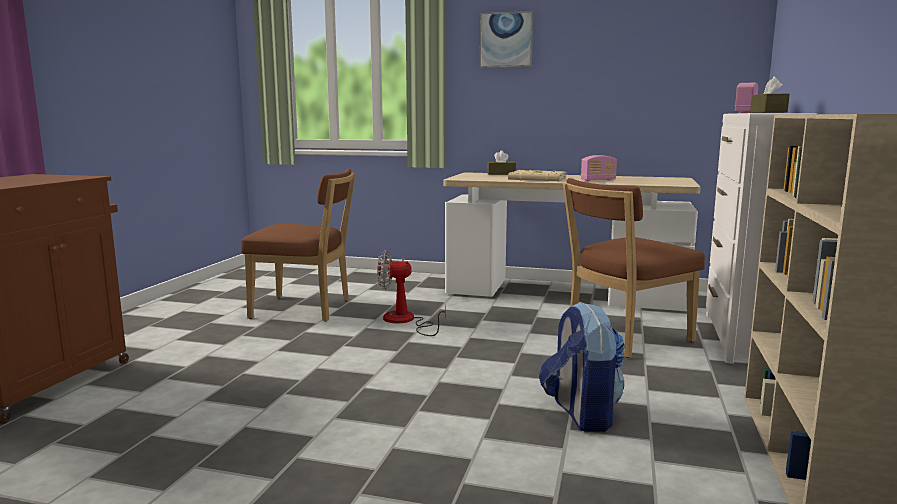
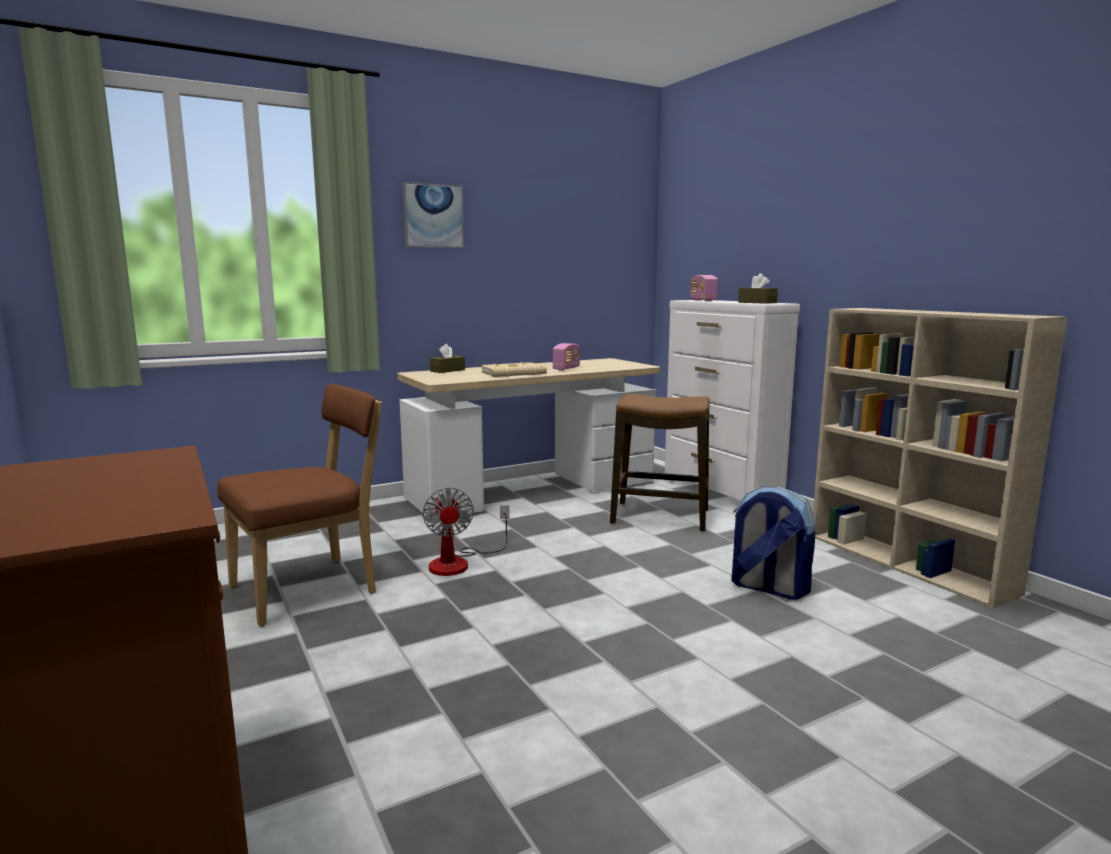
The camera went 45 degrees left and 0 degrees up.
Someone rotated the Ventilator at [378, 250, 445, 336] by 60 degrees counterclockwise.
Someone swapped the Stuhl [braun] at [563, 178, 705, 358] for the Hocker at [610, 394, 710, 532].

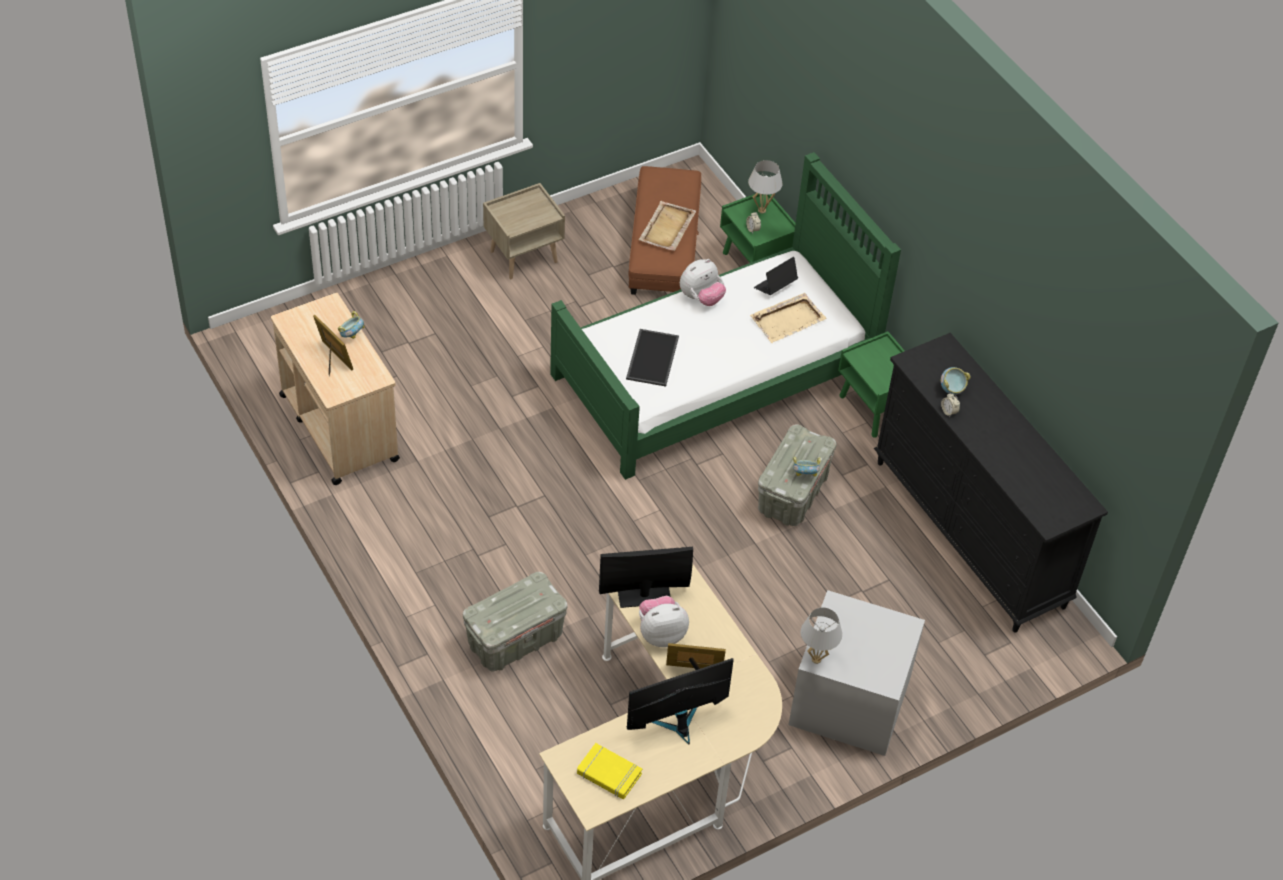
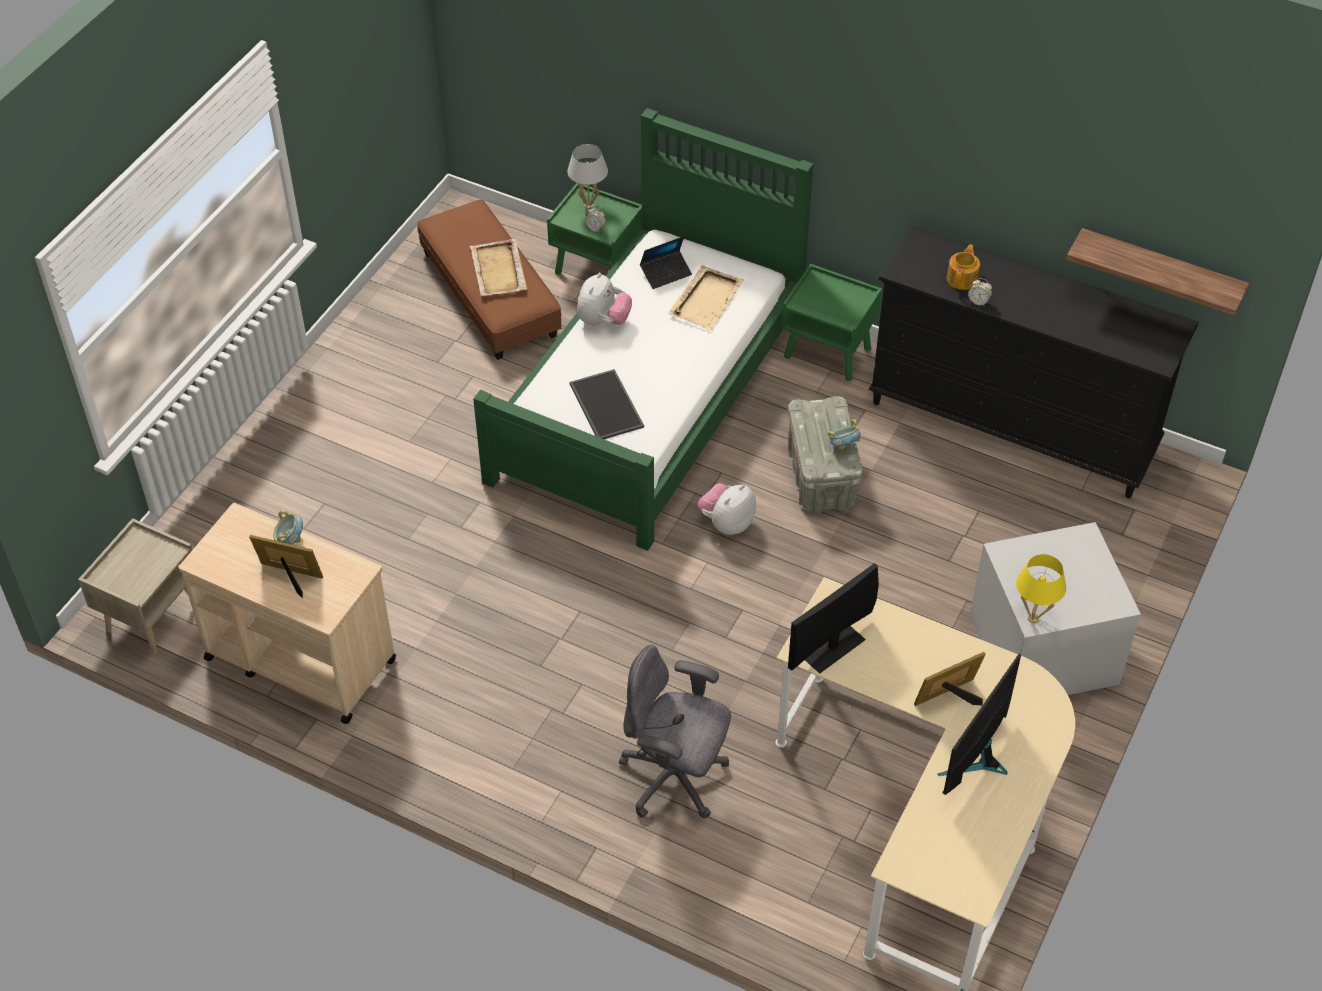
The camera went 30 degrees left and 0 degrees up.
Someone carried the Nachttisch [beige] from [483, 183, 565, 279] to [78, 518, 193, 654].
Someone swapped the Aufbewahrungsbox [grau] at [463, 572, 568, 672] for the Bürostuhl [grau] at [619, 645, 731, 818].
Someone rotated the Laptop at [754, 257, 798, 295] by 135 degrees counterclockwise.
Someone carried the Plüschtier from [639, 596, 689, 647] to [698, 483, 756, 535].
Someone swapped the Schüssel at [940, 367, 971, 395] for the Teekanne at [947, 244, 980, 290].
Someone repainted the Tischlampe [weiß] at [801, 608, 842, 664], which became the Tischlampe [gelb] at [1016, 554, 1066, 623].
Someone put up the Wandregal at [1066, 228, 1249, 316].
Someone took away the Buch [gelb] at [577, 743, 642, 799].

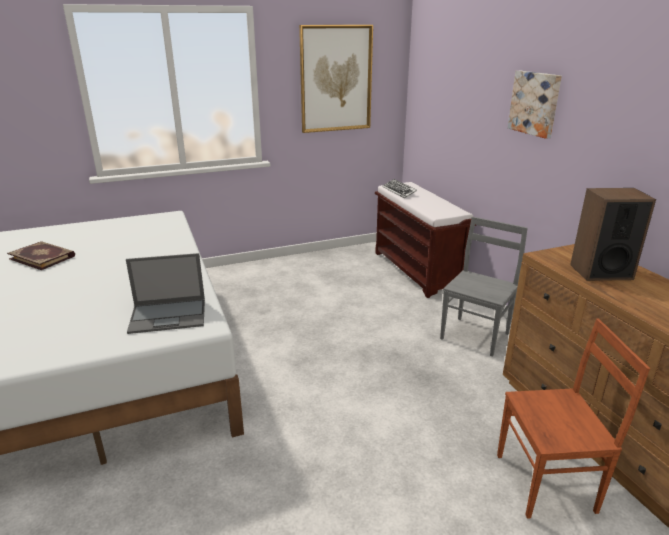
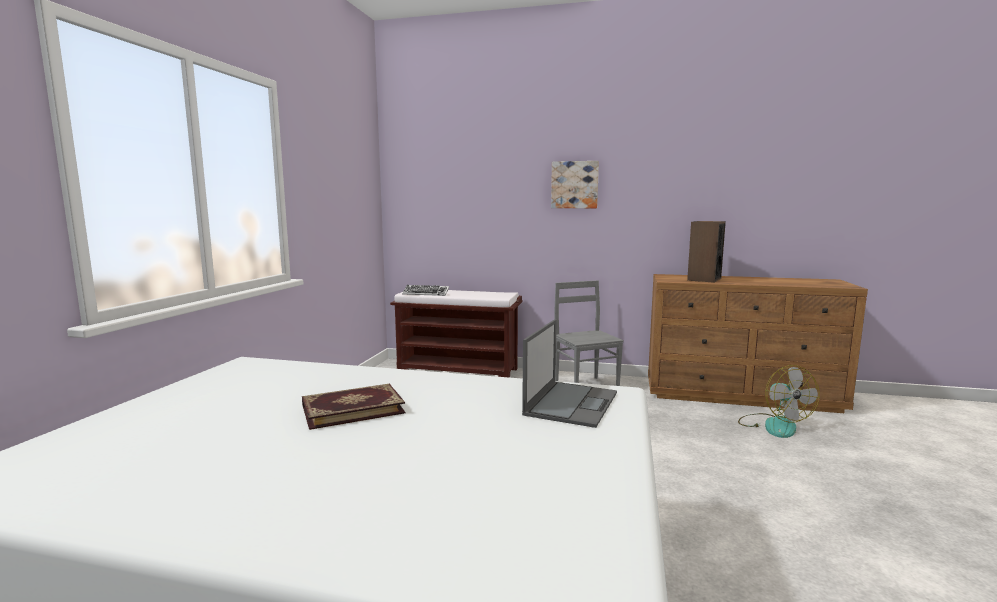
The camera went 55 degrees left and 15 degrees down.
Someone carried the Buch from [7, 241, 75, 270] to [302, 384, 405, 430].
Someone swapped the Stuhl [braun] at [497, 319, 650, 519] for the Ventilator at [738, 365, 819, 438].
Someone took away the Bild at [299, 25, 373, 133].

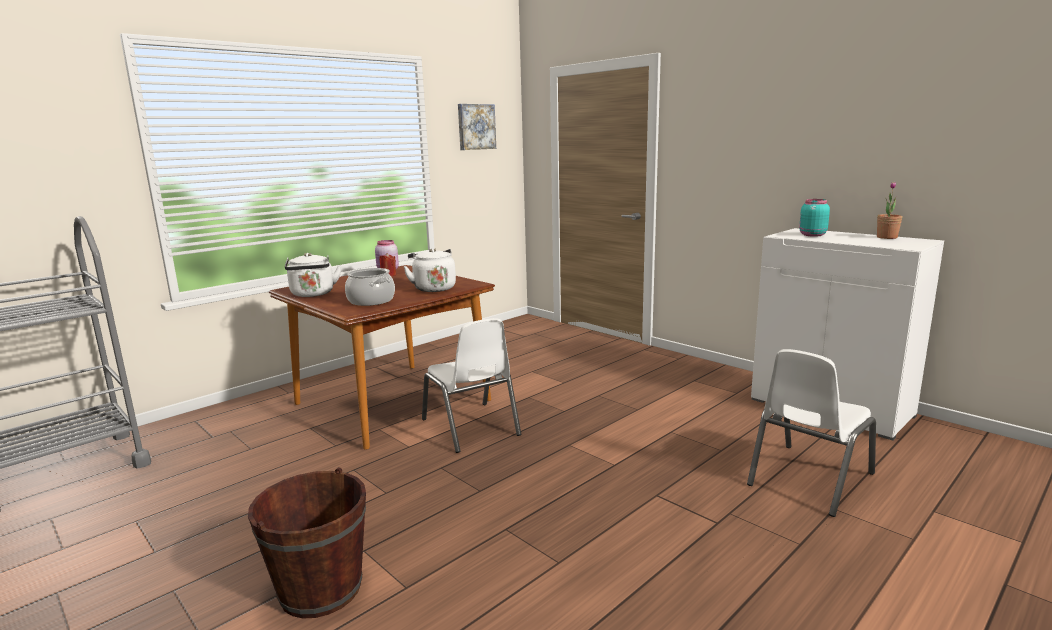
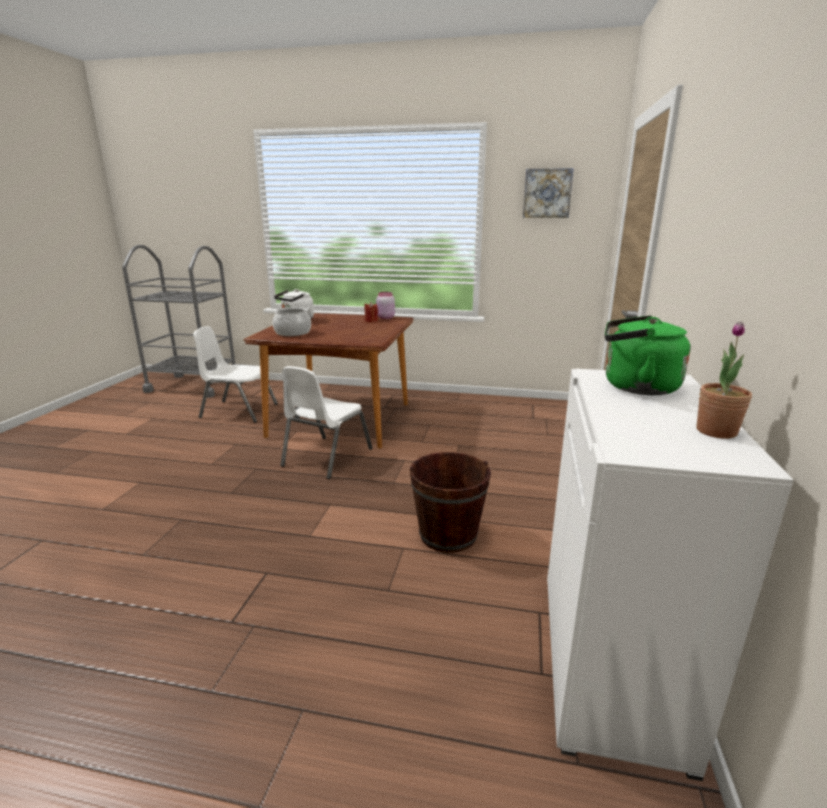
The camera went 55 degrees right and 5 degrees up.
Someone carried the Stuhl [weiß] from [747, 349, 876, 517] to [193, 326, 278, 423].
Someone carried the Eimer [braun] from [248, 467, 366, 618] to [410, 452, 491, 553].
Someone swapped the Vorratsglas [türkis] at [799, 199, 830, 237] for the Wasserkessel [grün] at [605, 316, 691, 395].
Someone took away the Wasserkessel [weiß] at [403, 248, 456, 292].

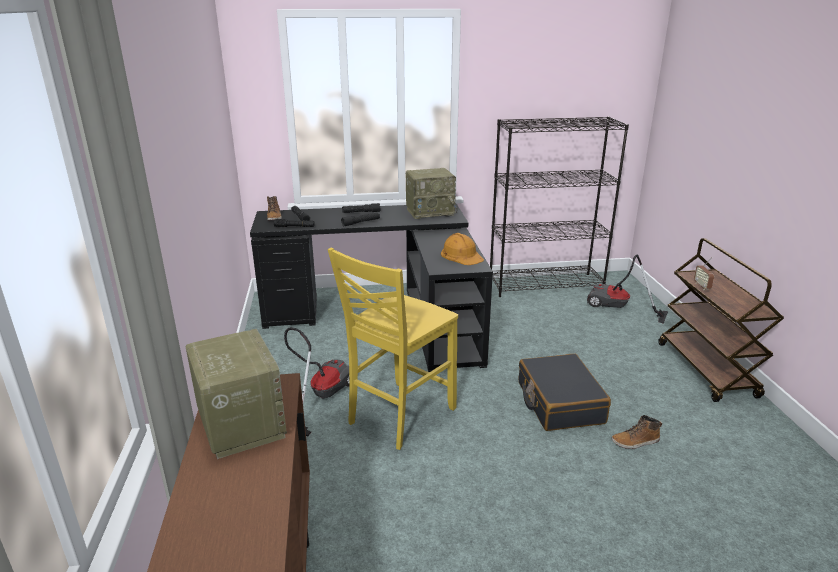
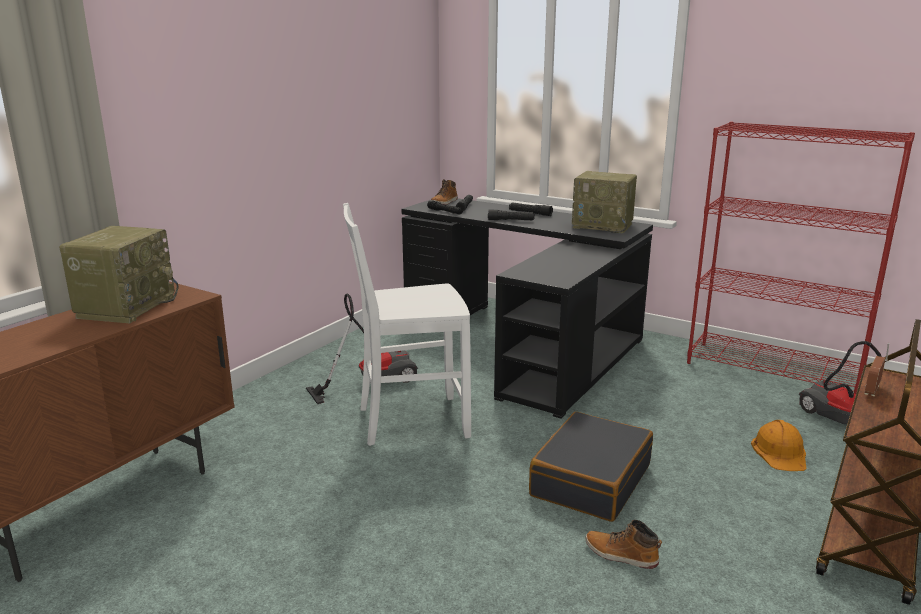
The camera went 40 degrees right and 5 degrees down.
Someone repainted the Stuhl [gelb] at [328, 247, 458, 450], which became the Stuhl [weiß] at [343, 203, 471, 446].
Someone repainted the Bücherregal [schwarz] at [490, 116, 629, 297], which became the Bücherregal [rot] at [687, 122, 915, 394].
Someone carried the Schutzhelm [orange] from [441, 233, 484, 265] to [751, 420, 807, 471].

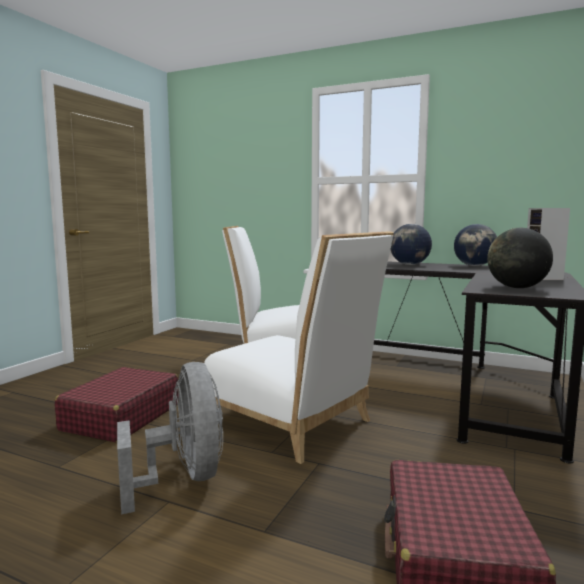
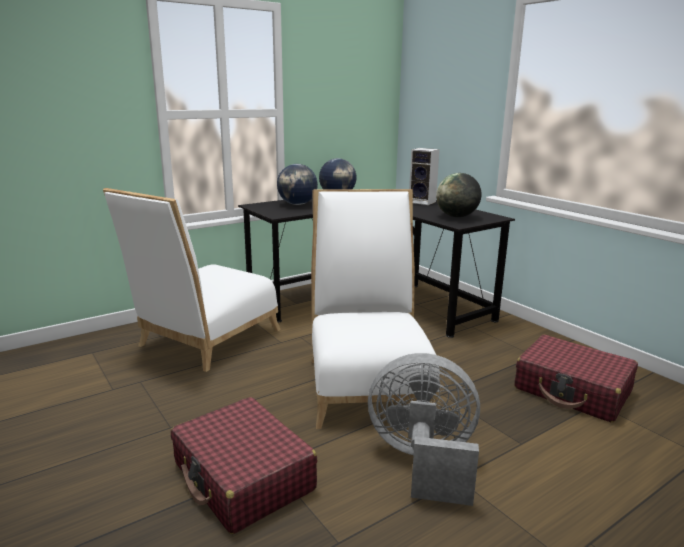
The camera went 60 degrees left and 10 degrees up.
Someone rotated the Stuhl [weiß] at [204, 231, 394, 464] by 75 degrees counterclockwise.

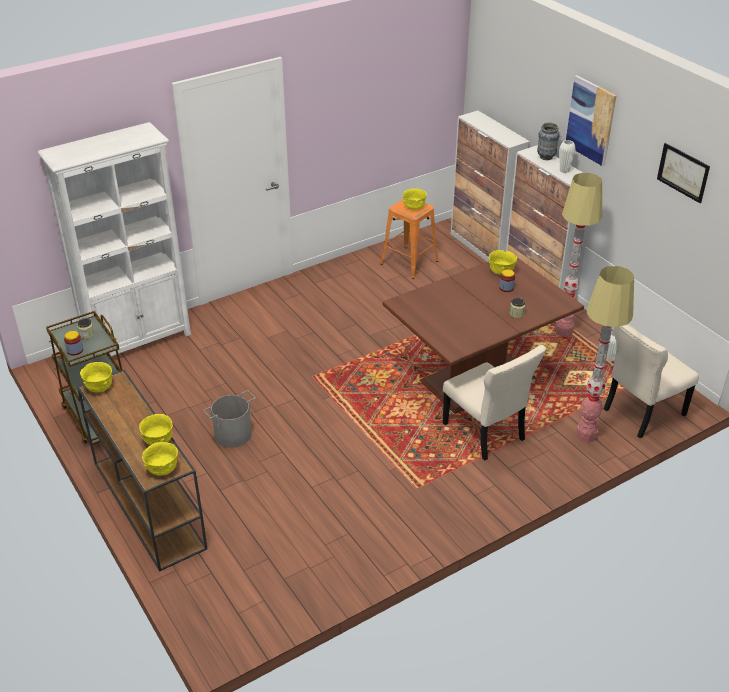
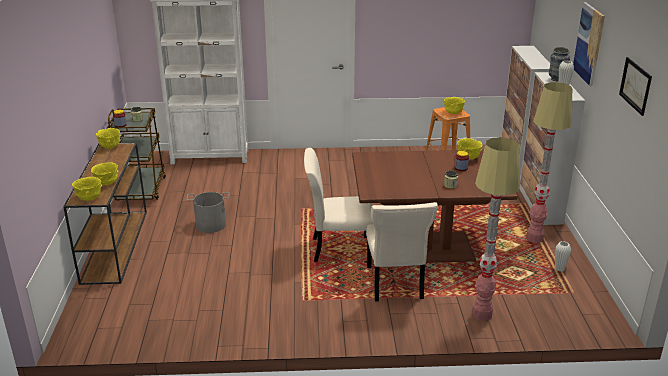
The camera went 30 degrees right and 10 degrees down.
Someone carried the Stuhl [beige] from [604, 324, 699, 438] to [304, 148, 373, 262].

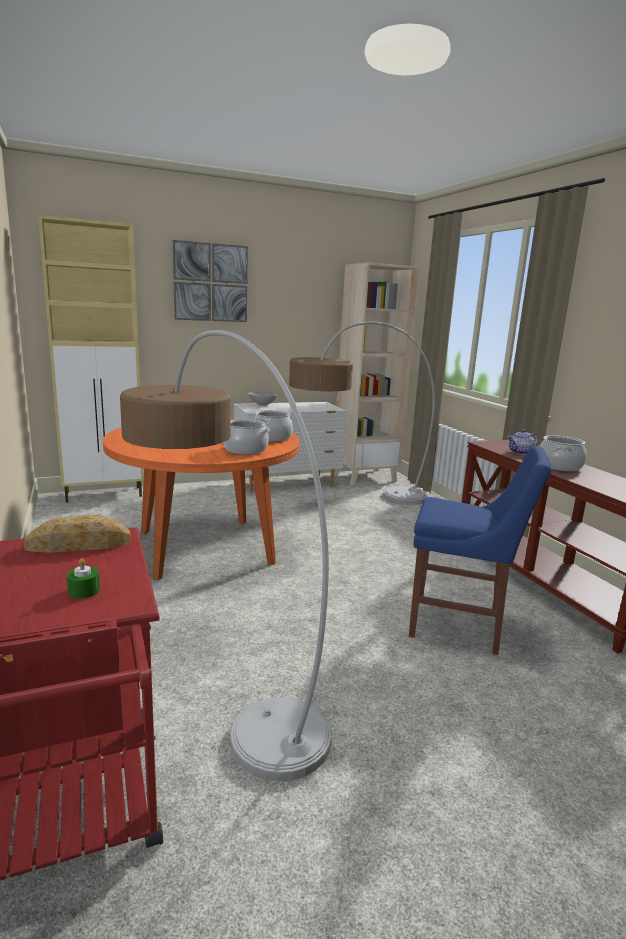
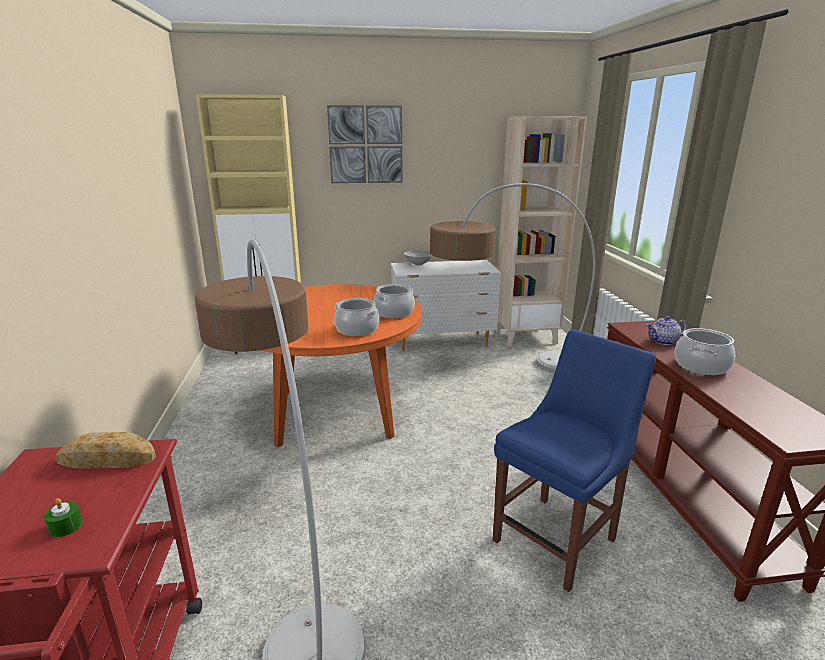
The camera went 15 degrees right and 5 degrees up.
Someone rotated the Stuhl [blau] at [409, 446, 551, 655] by 75 degrees counterclockwise.

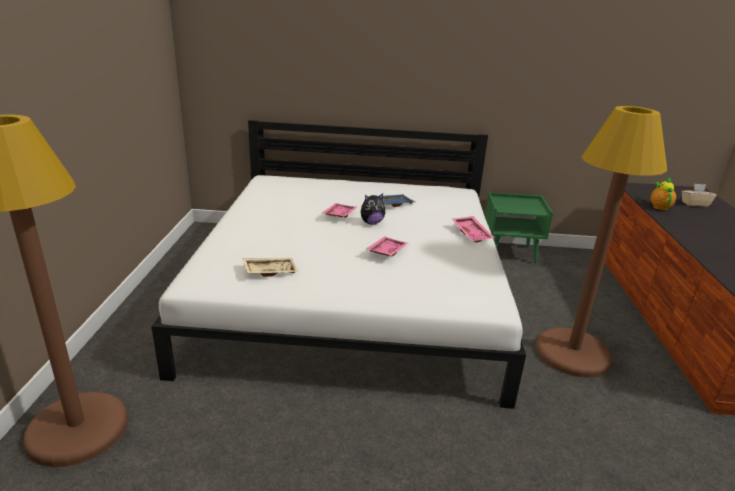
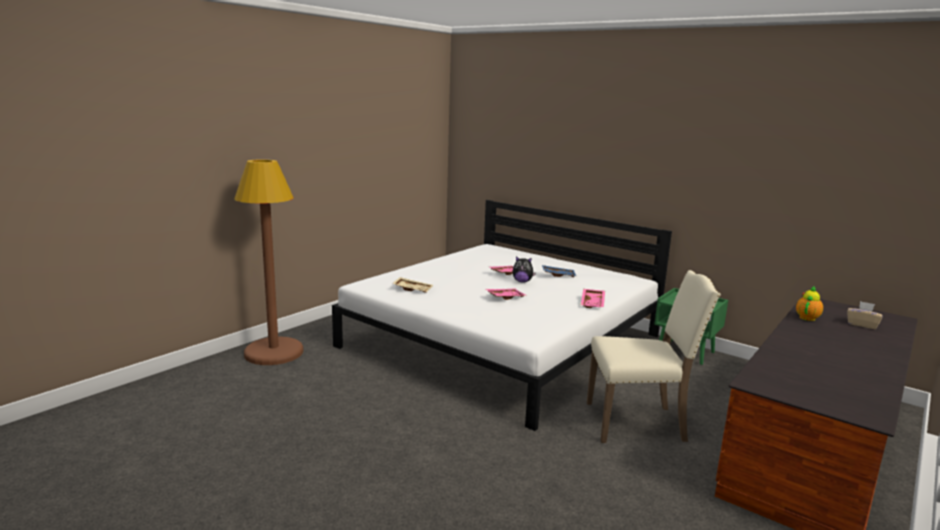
The camera went 35 degrees right and 10 degrees down.
Someone swapped the Stehlampe [braun] at [536, 106, 667, 378] for the Stuhl [beige] at [587, 270, 721, 443].

